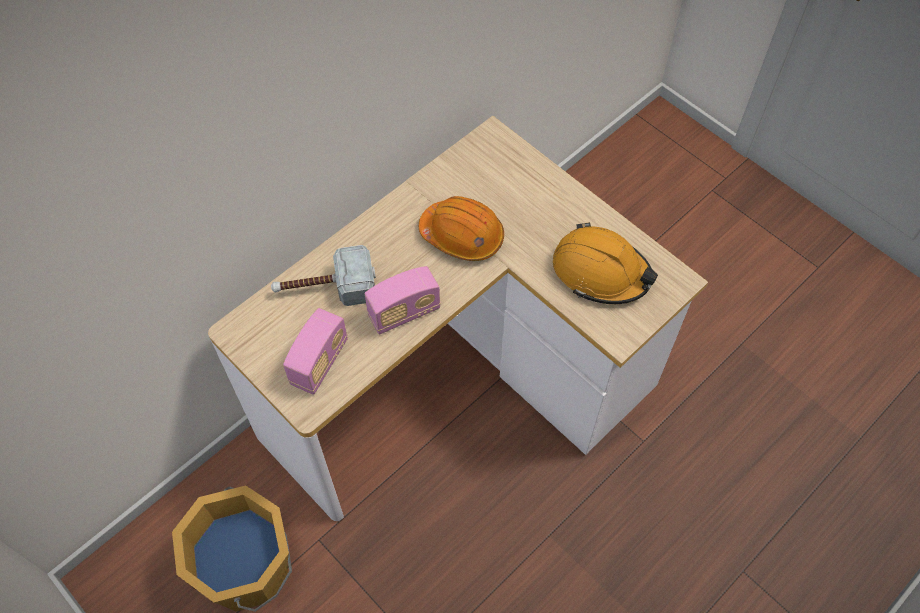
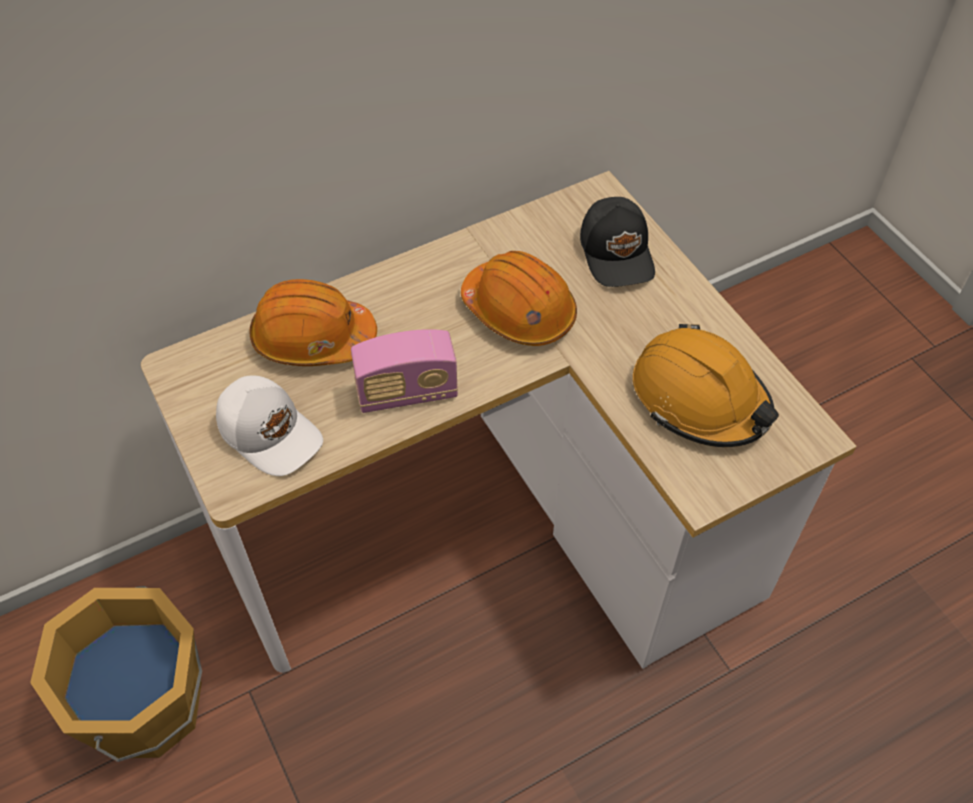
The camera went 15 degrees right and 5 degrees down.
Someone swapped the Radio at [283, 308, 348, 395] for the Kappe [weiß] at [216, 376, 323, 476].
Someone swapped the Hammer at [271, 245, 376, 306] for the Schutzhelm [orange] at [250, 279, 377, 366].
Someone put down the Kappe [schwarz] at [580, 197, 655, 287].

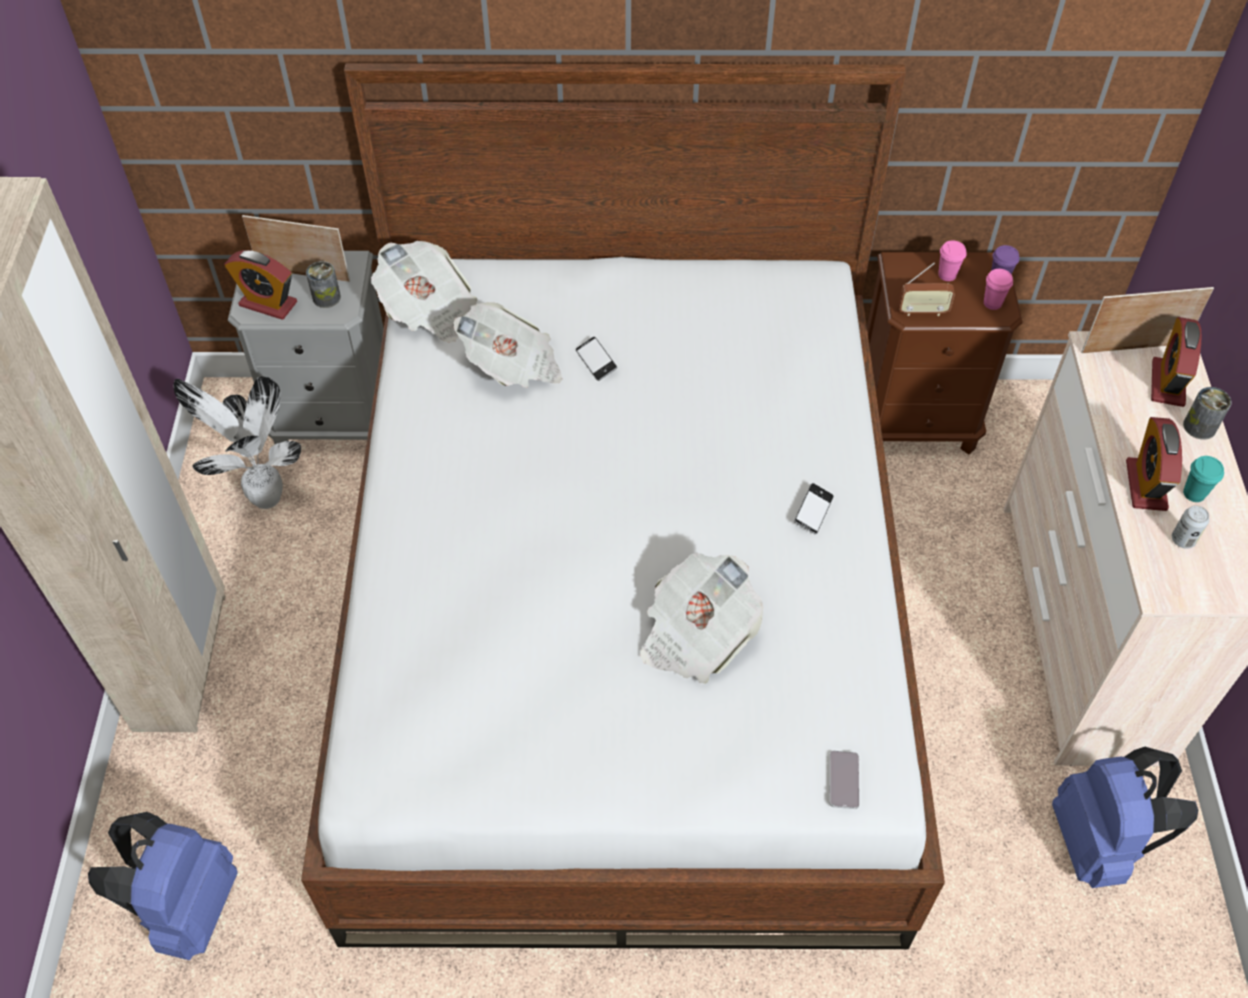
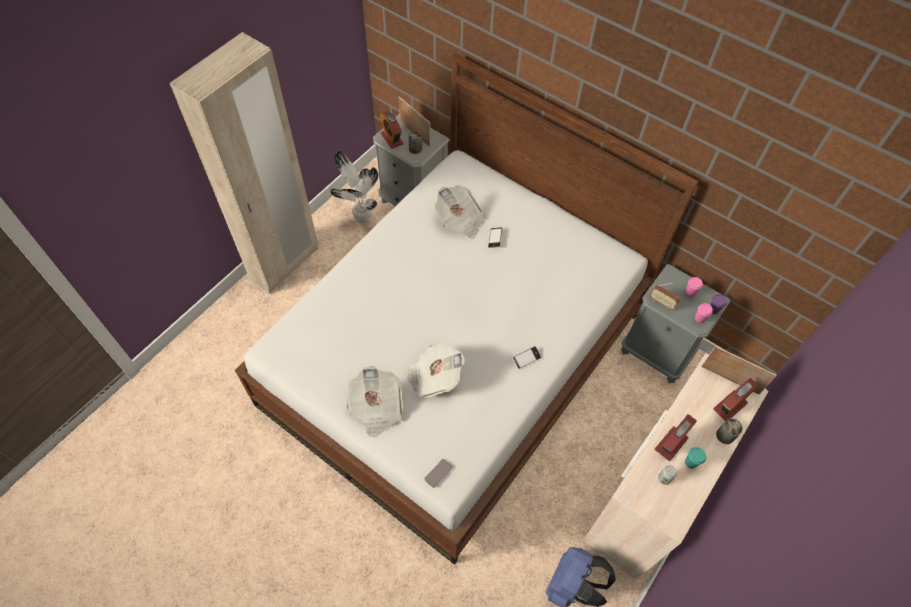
The camera went 35 degrees right and 5 degrees up.
Someone carried the Zeitung from [371, 241, 478, 343] to [346, 366, 403, 437].
Someone repainted the Nachttisch [braun] at [867, 252, 1023, 455], which became the Nachttisch [grau] at [621, 264, 730, 383].
Someone took away the Rucksack [blau] at [88, 812, 238, 960].

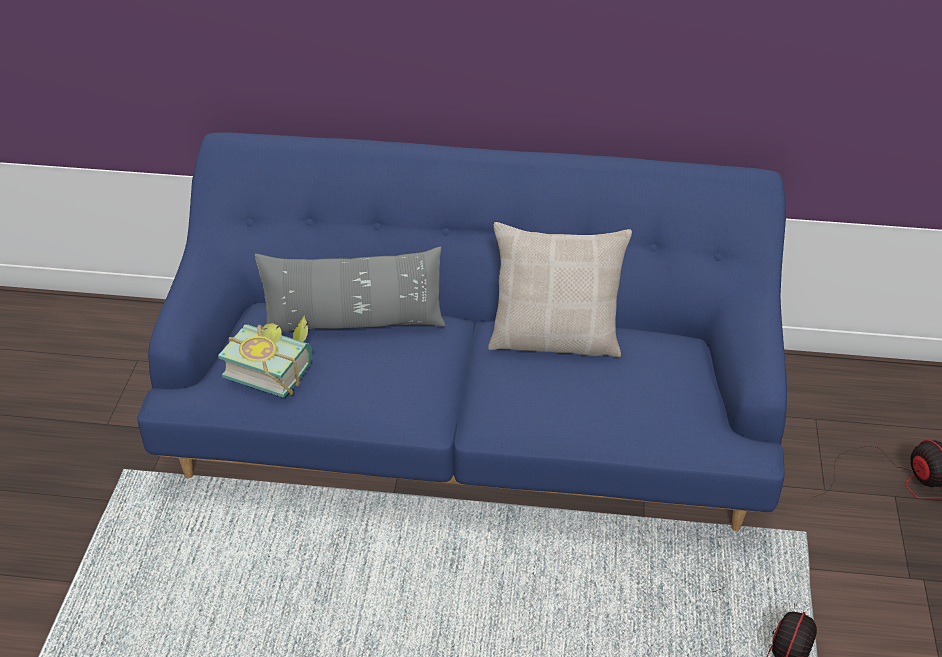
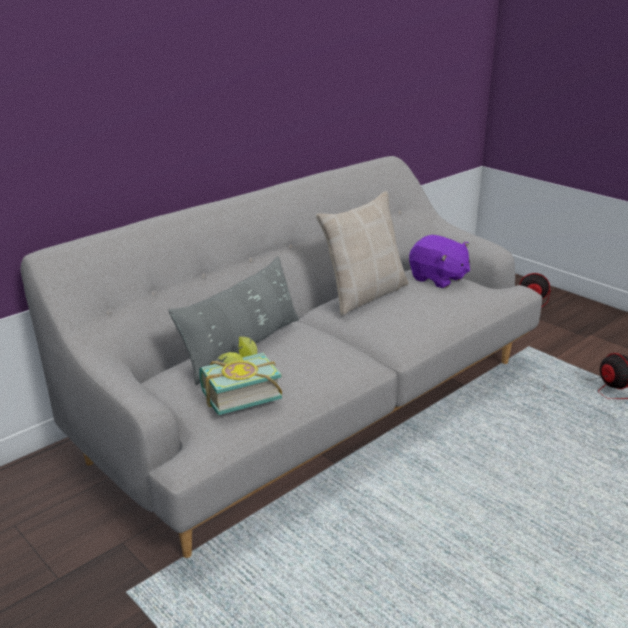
The camera went 50 degrees left and 15 degrees down.
Someone repainted the Sofa [blau] at [138, 132, 787, 531], which became the Sofa [grau] at [20, 156, 542, 558].
Someone put down the Plüschtier [lila] at [409, 235, 470, 288].

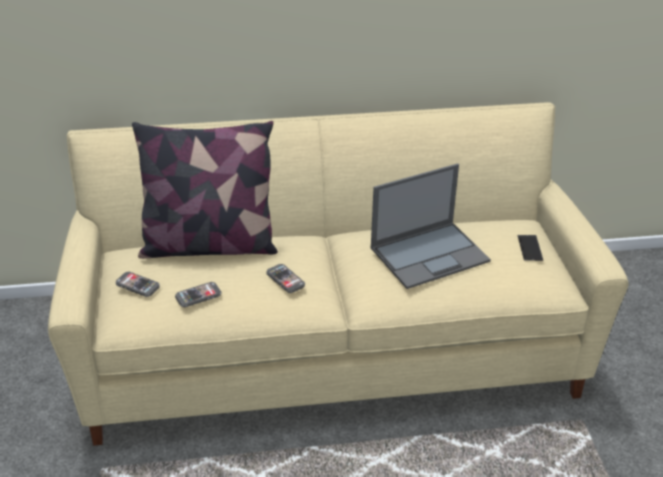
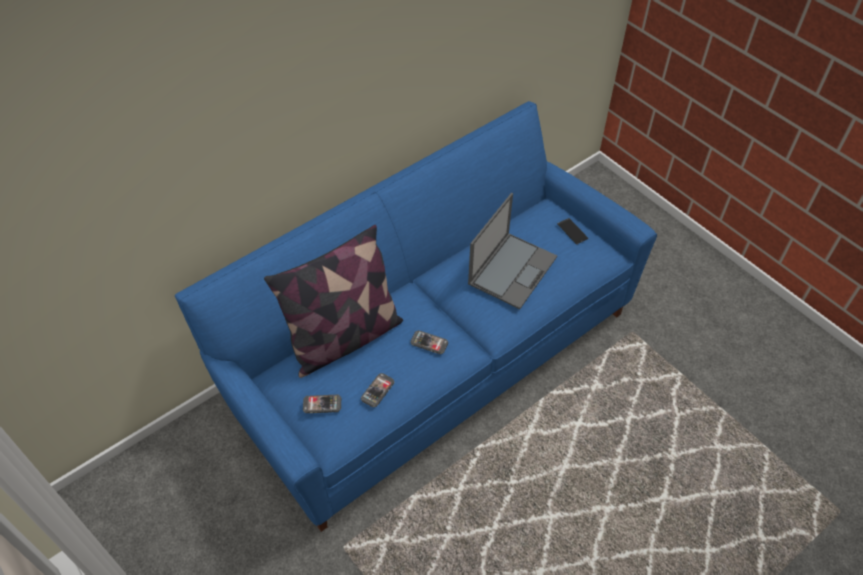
The camera went 30 degrees left and 15 degrees up.
Someone repainted the Sofa [beige] at [48, 102, 628, 446], which became the Sofa [blau] at [175, 101, 657, 532].

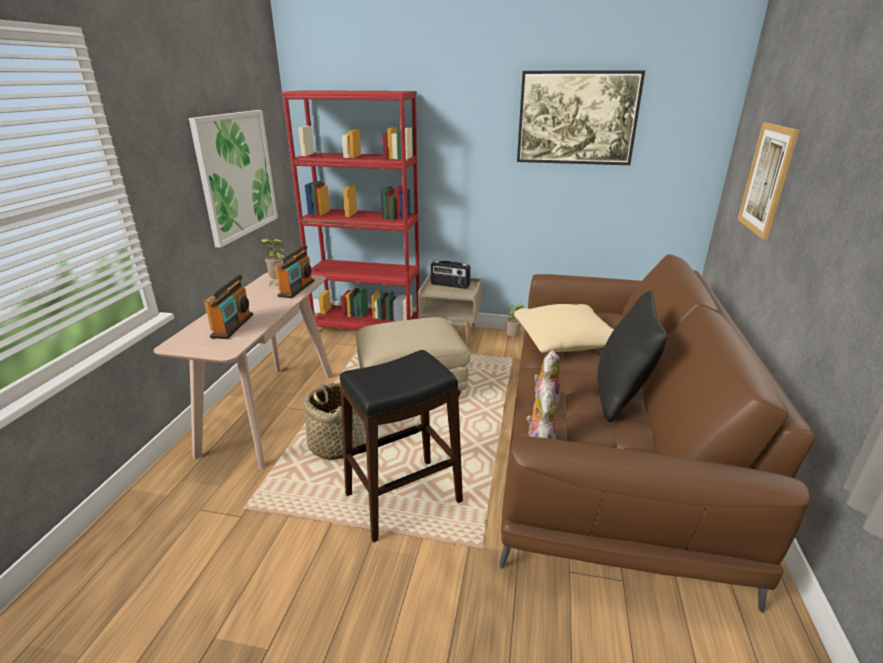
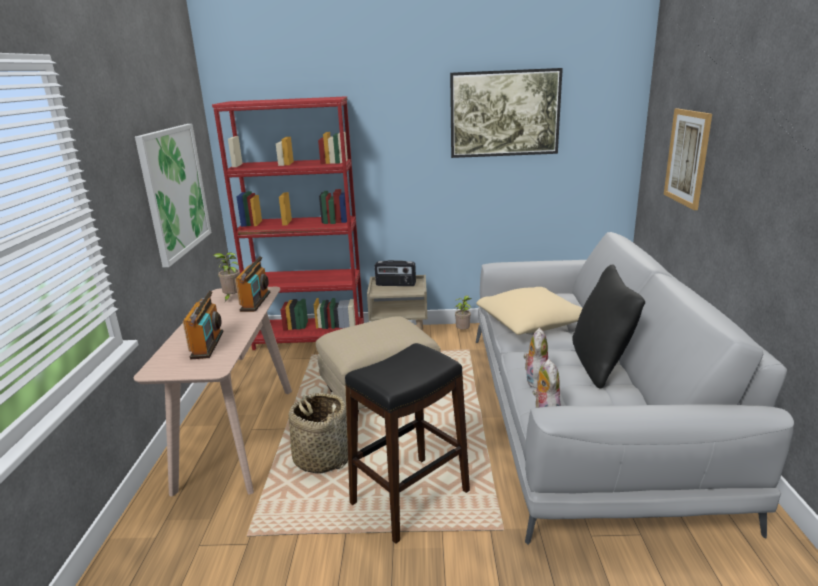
The camera went 10 degrees left and 5 degrees down.
Someone repainted the Sofa [braun] at [499, 255, 815, 613], which became the Sofa [grau] at [476, 232, 794, 545].

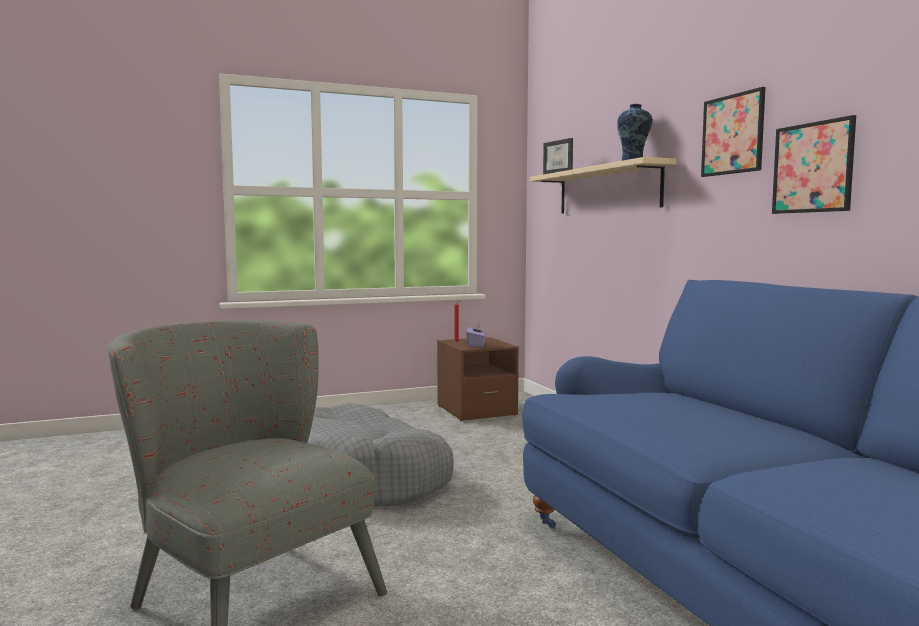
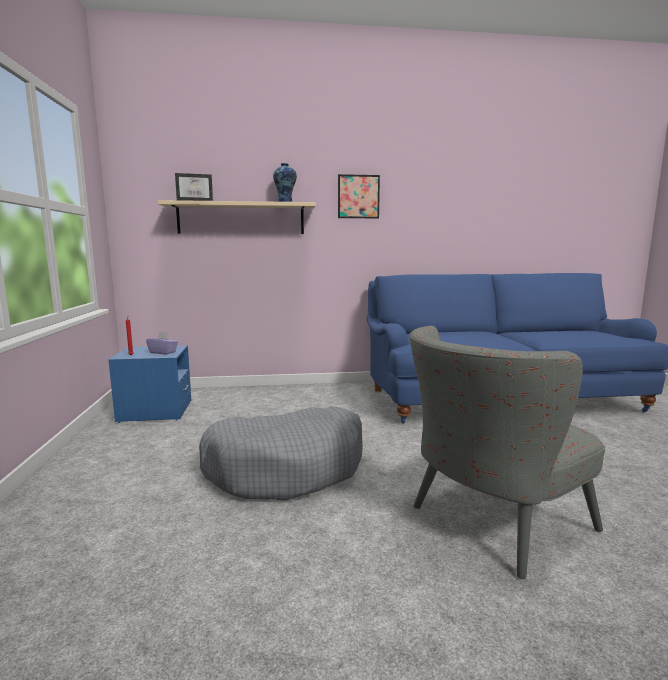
The camera went 75 degrees left and 5 degrees up.
Someone repainted the Nachttisch [braun] at [437, 337, 519, 421], which became the Nachttisch [blau] at [108, 345, 191, 423].
Someone took away the Bild at [772, 115, 856, 214].

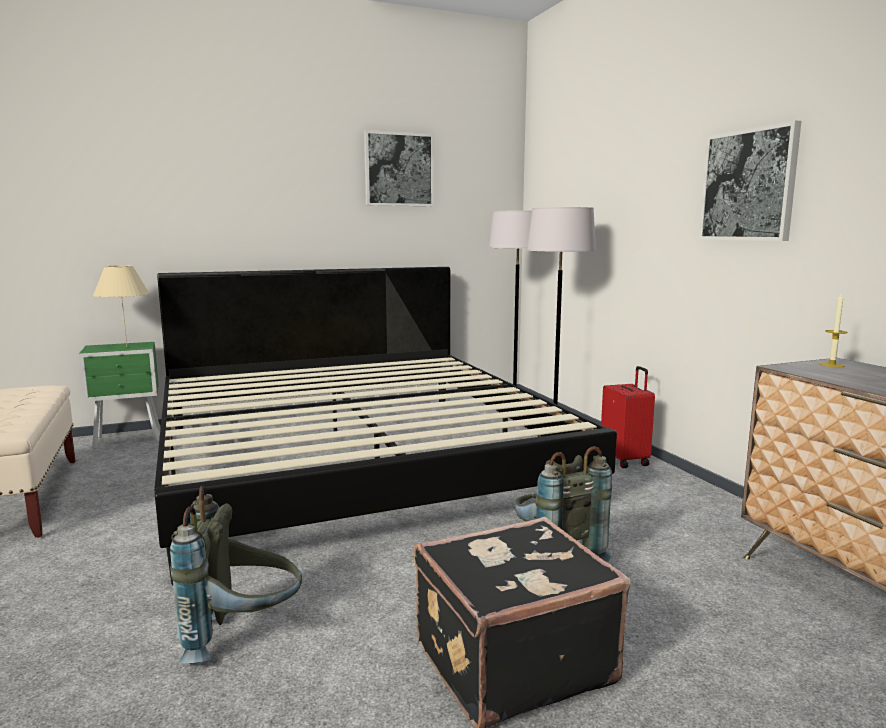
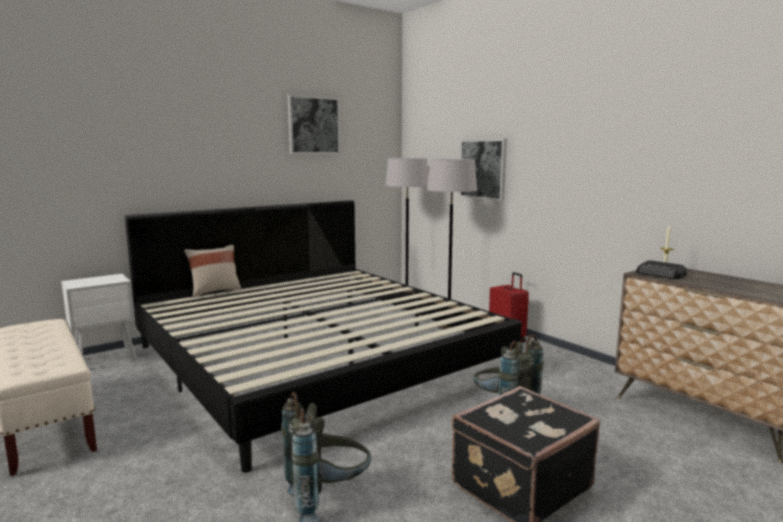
The camera went 15 degrees left and 0 degrees up.
Someone repainted the Nachttisch [grün] at [79, 342, 160, 449], which became the Nachttisch [weiß] at [61, 274, 136, 360].
Someone put down the Kissen [beige] at [184, 245, 241, 298].
Someone carried the Bild from [699, 120, 801, 241] to [459, 139, 507, 201].
Someone put down the Radio at [636, 260, 687, 279].
Someone took away the Tischlampe [beige] at [93, 265, 149, 346].

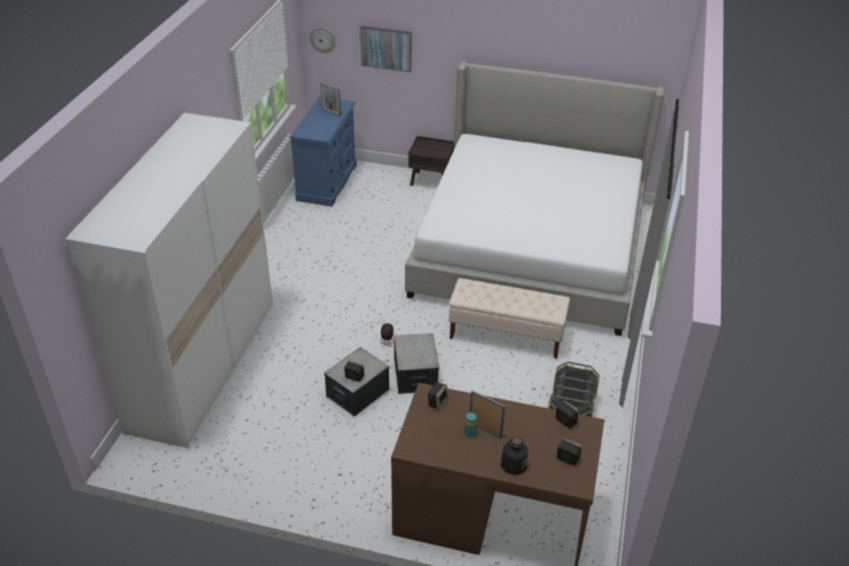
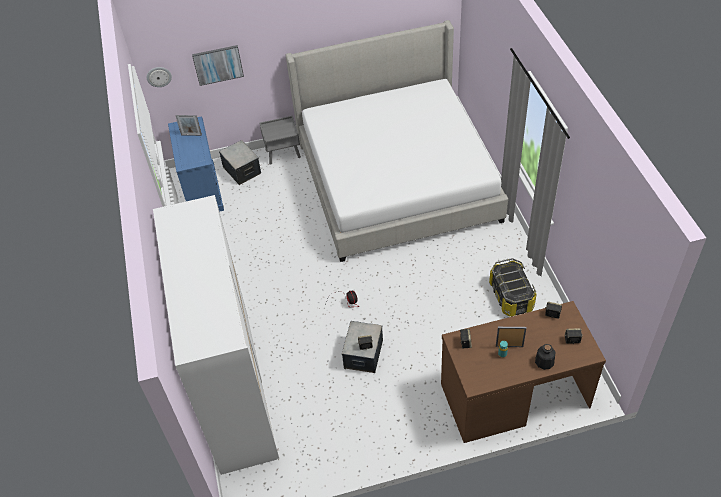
The camera went 25 degrees left and 10 degrees up.
Someone carried the Aufbewahrungsbox from [394, 333, 439, 394] to [219, 140, 261, 185].
Someone repainted the Nachttisch [braun] at [408, 136, 454, 186], which became the Nachttisch [grau] at [260, 116, 301, 165].
Someone took away the Bank [beige] at [448, 278, 570, 359].

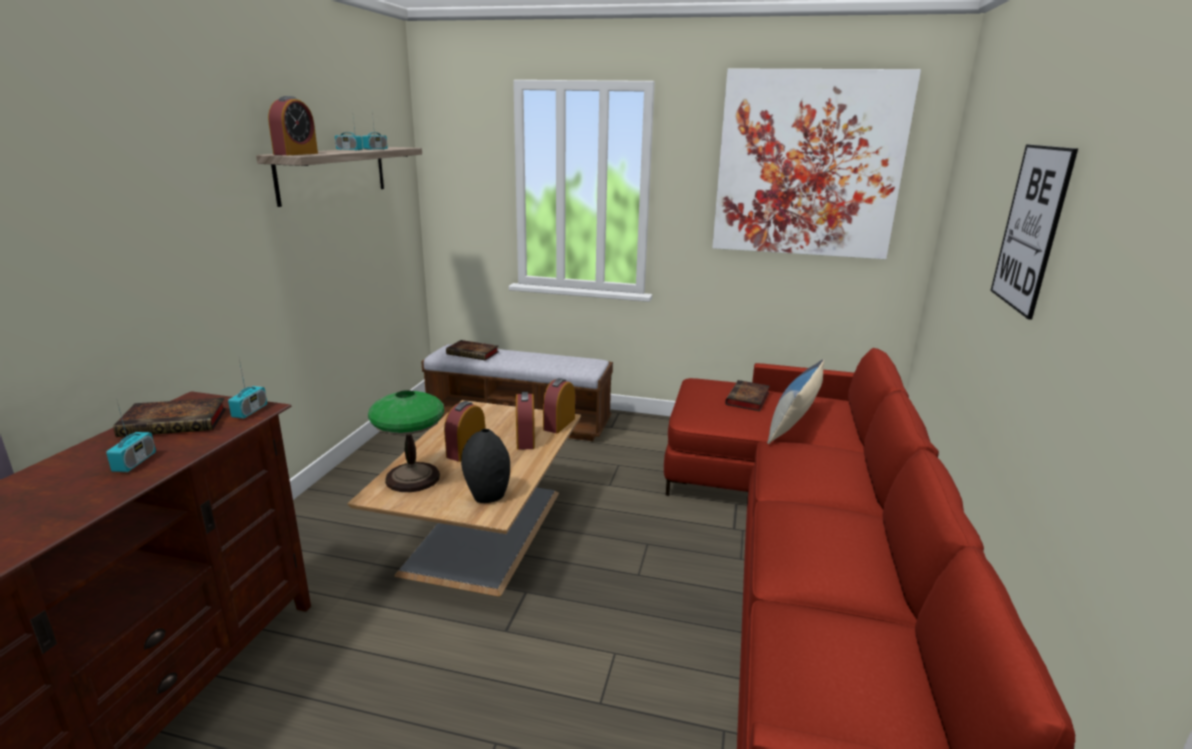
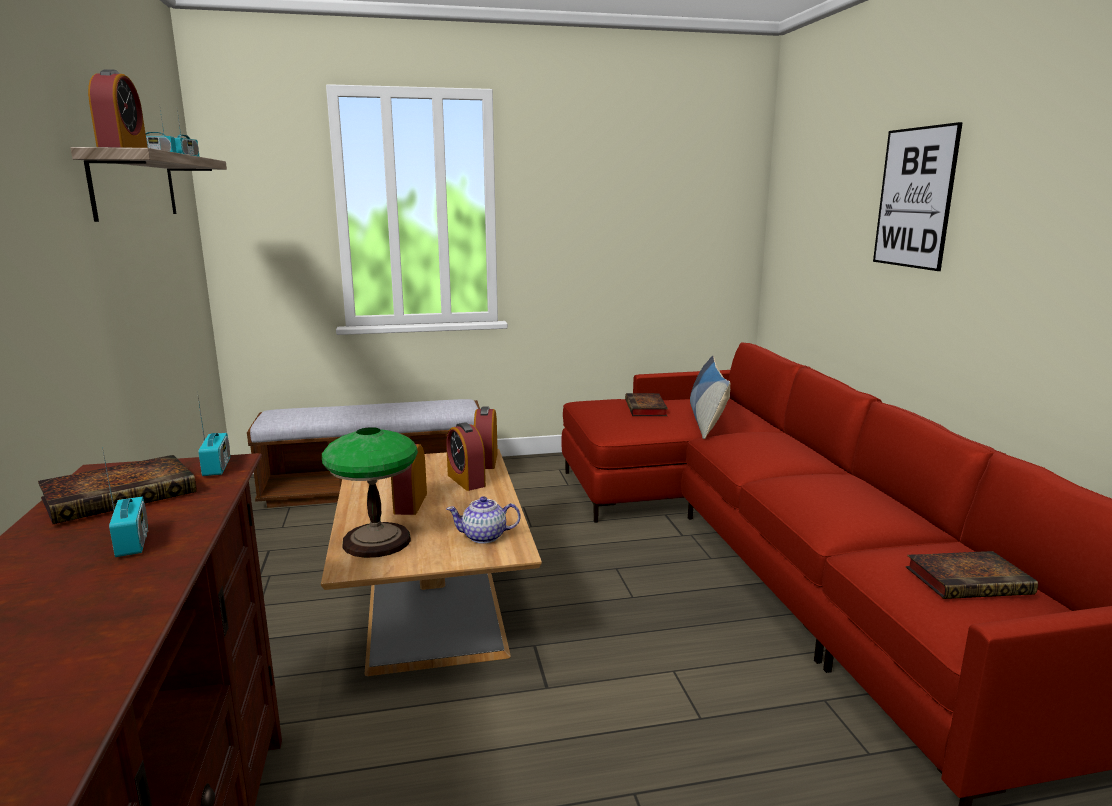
The camera went 25 degrees left and 5 degrees down.
Someone swapped the Vase [schwarz] at [461, 429, 510, 503] for the Teekanne at [446, 496, 521, 544].
Someone carried the Buch from [446, 340, 499, 361] to [906, 551, 1038, 599].
Someone took away the Bild at [712, 68, 921, 259].

